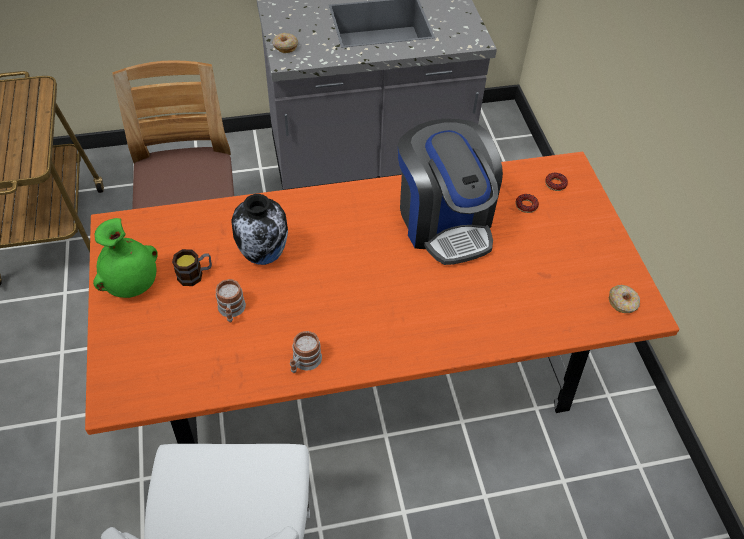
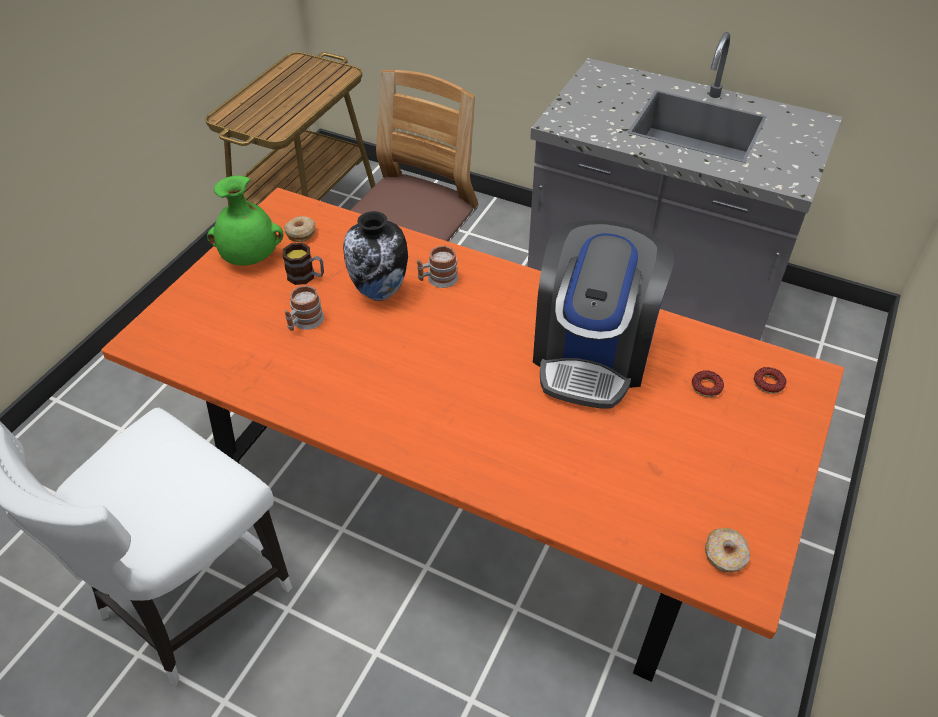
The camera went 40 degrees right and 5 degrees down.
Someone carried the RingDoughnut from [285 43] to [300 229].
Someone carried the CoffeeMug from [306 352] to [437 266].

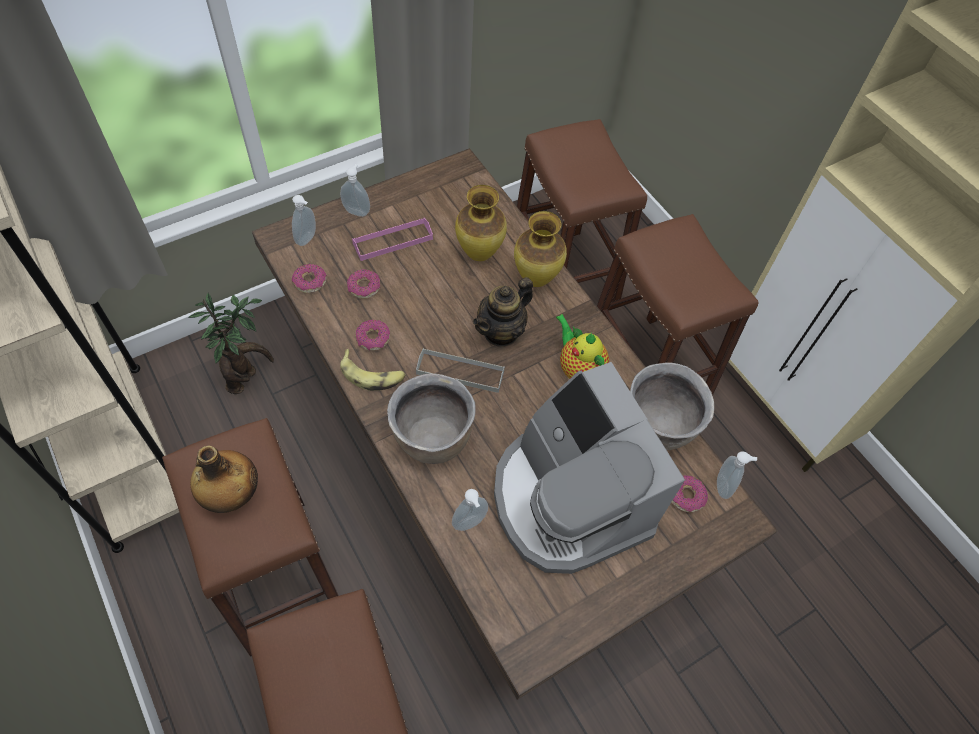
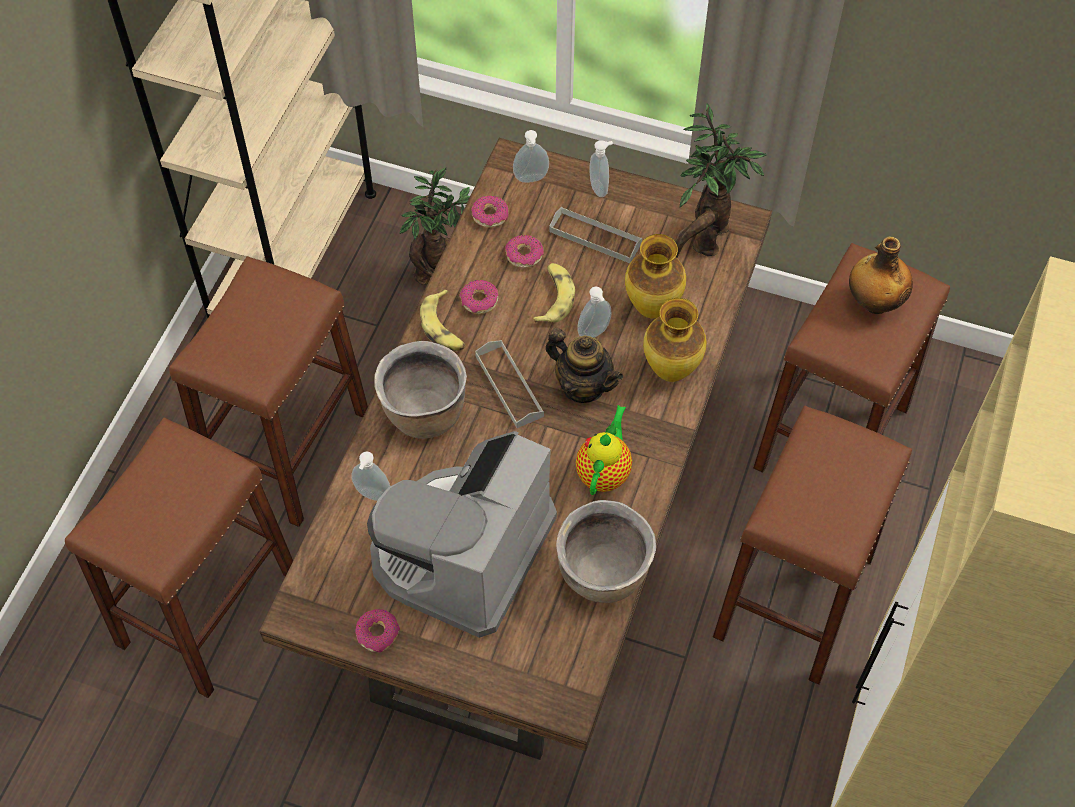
The camera went 55 degrees right and 0 degrees up.
Someone repainted the PinkishTray at [392 239], which became the GreyTray at [595 235].
Someone rotated the TeaPot at [503 312] by 150 degrees counterclockwise.
Someone carried the DrinkBottle from [224 479] to [881 275].
Someone carried the SoapBottle from [737 475] to [594 312].
Someone carried the RingDoughnut from [690 493] to [377 631].
Someone put down the PlantInAPot at [721 180].
Someone put down the Banana at [553 293].

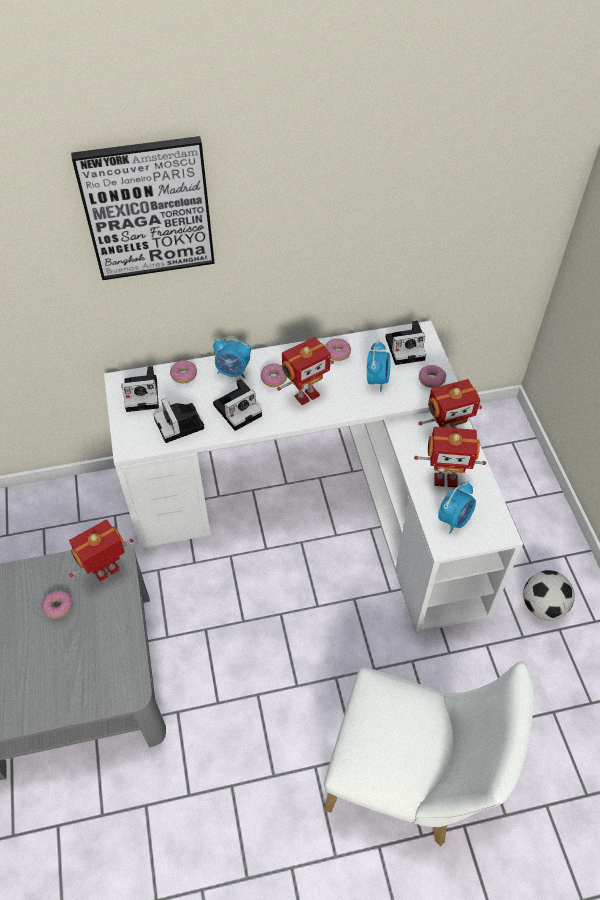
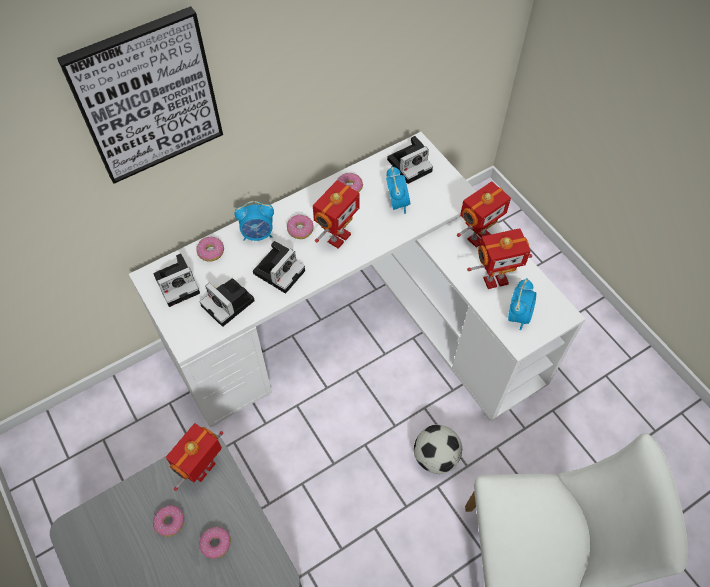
The camera went 20 degrees left and 5 degrees up.
Someone carried the RingDoughnut from [432 376] to [215 542].
Someone carried the FootballBall from [549 595] to [438 449].

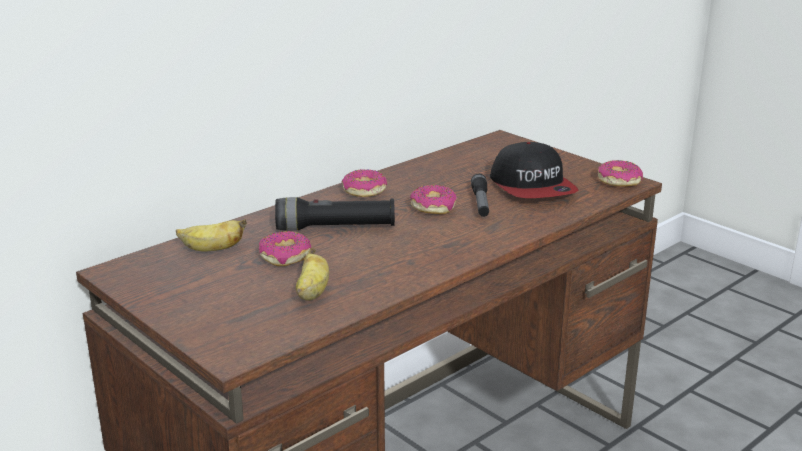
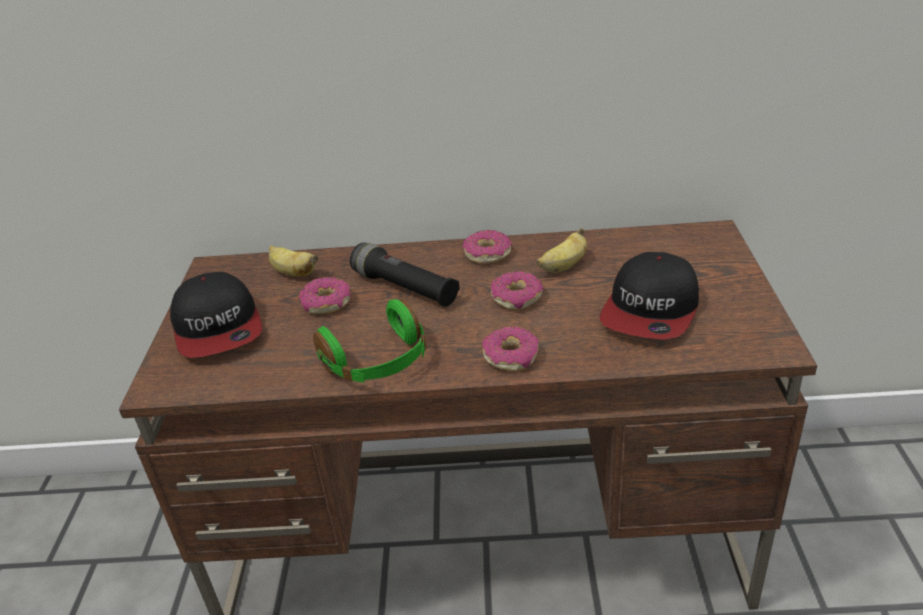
The camera went 45 degrees right and 10 degrees up.
Someone carried the RingDoughnut from [620 173] to [510 349].
Someone took away the Torch at [480 195].
Someone carried the Banana from [312 274] to [561 250].
Someone put down the BaseballCap at [216 315].
Someone put down the GreenHeadset at [369 341].

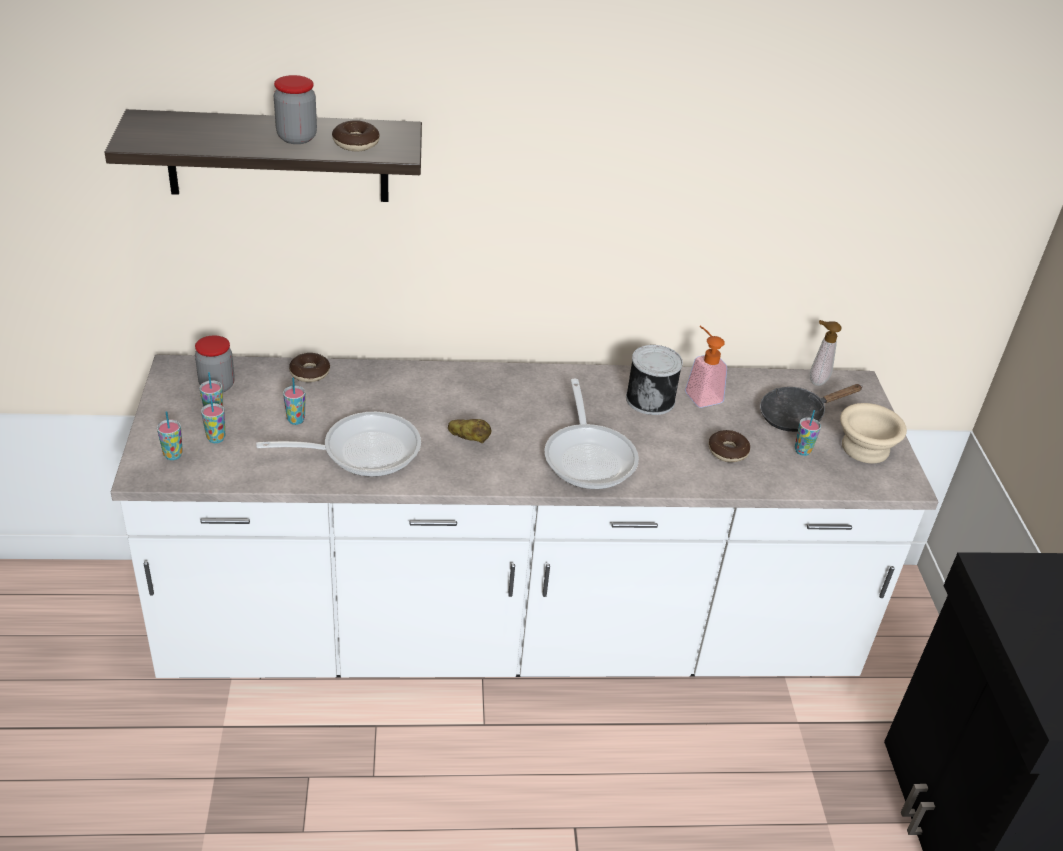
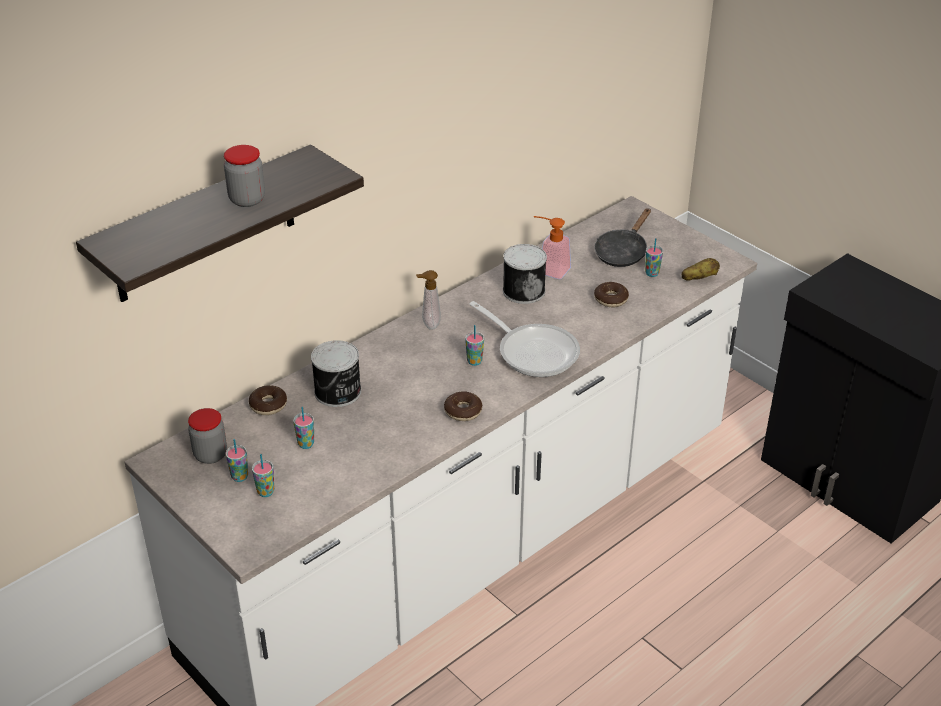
The camera went 35 degrees left and 0 degrees up.
Someone carried the RingDoughnut from [356 136] to [463 406].
Someone carried the SoapBottle from [826 353] to [428 300].
Someone took away the BeigeBowl at [873 433].
Someone carried the SmallCup from [170 435] to [474 345].
Someone took away the Skillet at [338 444].
Someone carried the Spud from [470 431] to [700 269].
Someone put down the MetalCan at [336 373].

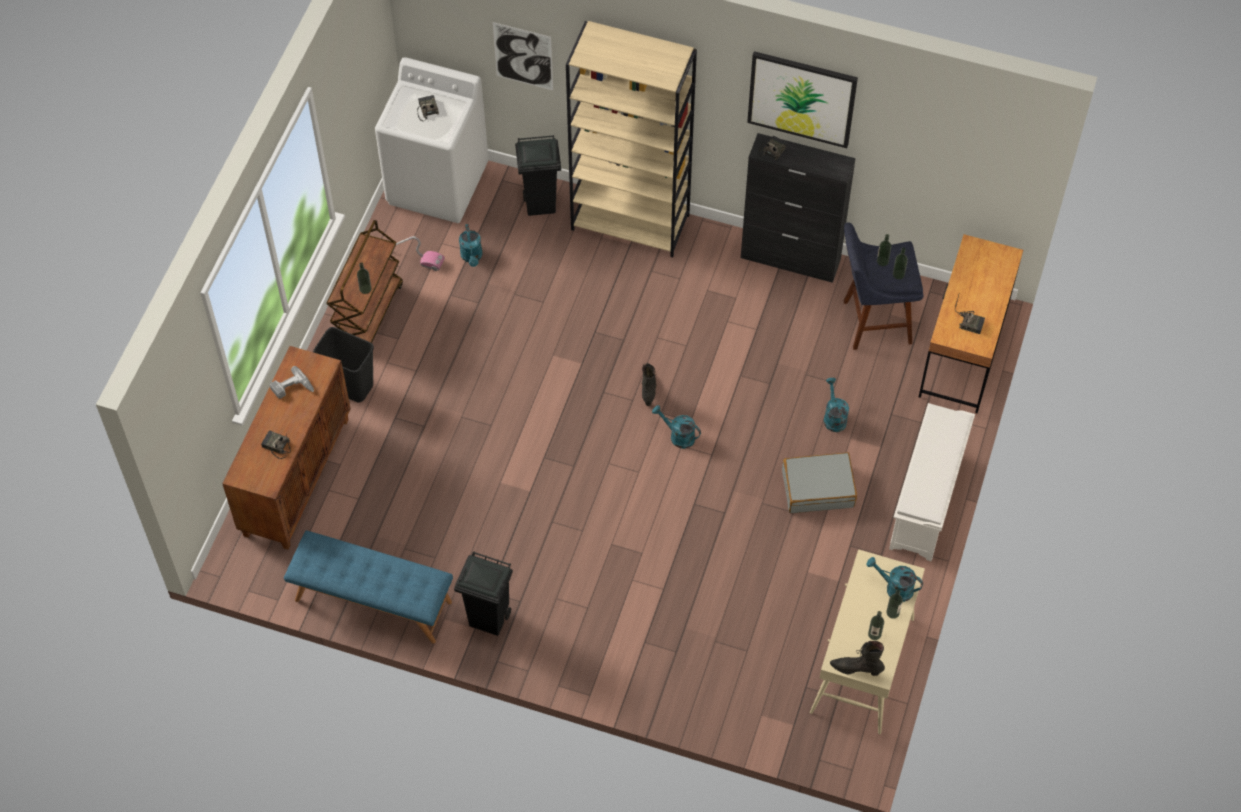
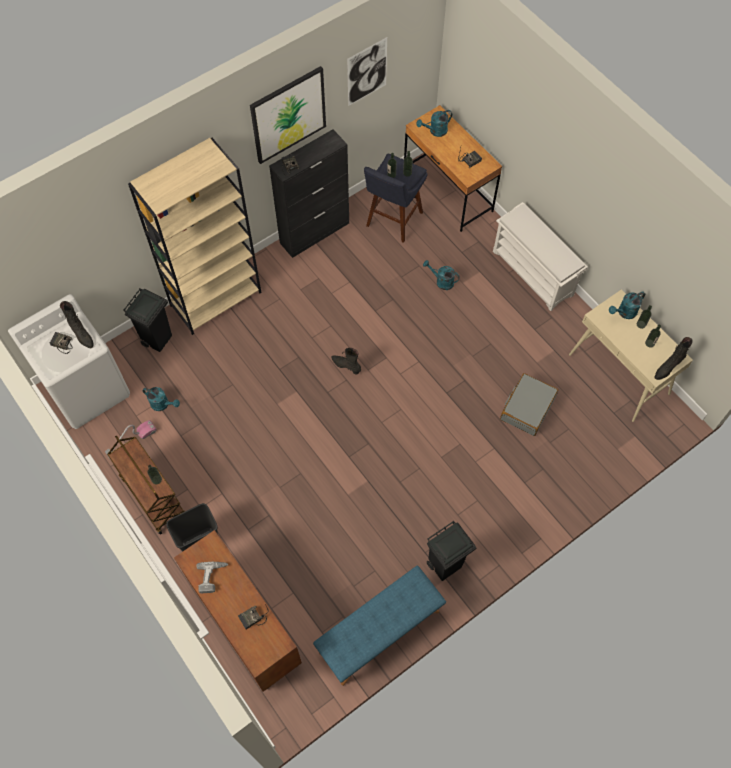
The camera went 55 degrees left and 5 degrees up.
Someone carried the WallArt from [523 56] to [367 71].
Someone carried the BlueGreenWateringPot from [676 427] to [434 123].
Someone carried the GreyTravelCase from [819 482] to [529 404].
Someone put down the BlackHighTopBoot at [77 324].

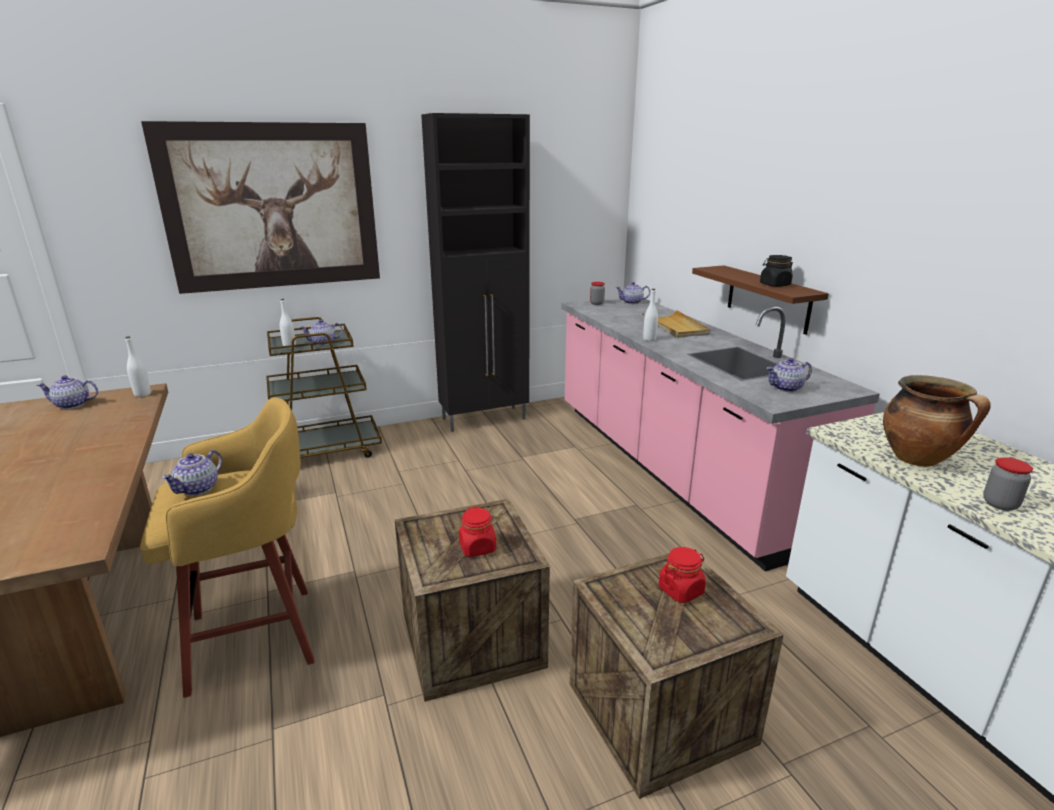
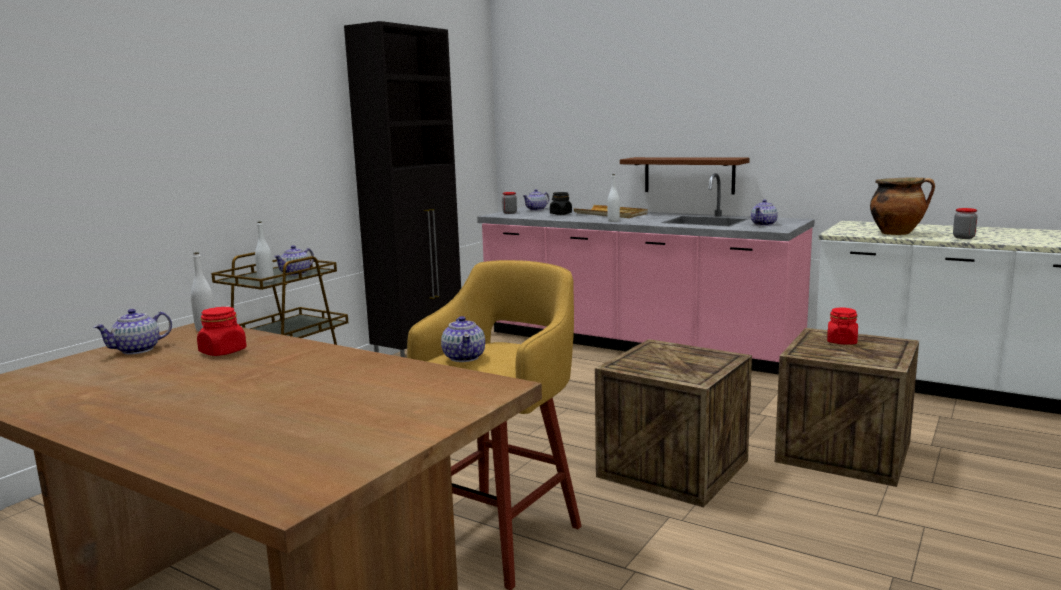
The camera went 35 degrees left and 10 degrees down.
Someone took away the WallArt at [260 207].
Someone carried the BlackPreserveJar from [776 271] to [561 203].
Someone carried the RedColouredPreserveJar from [477 532] to [222 331].

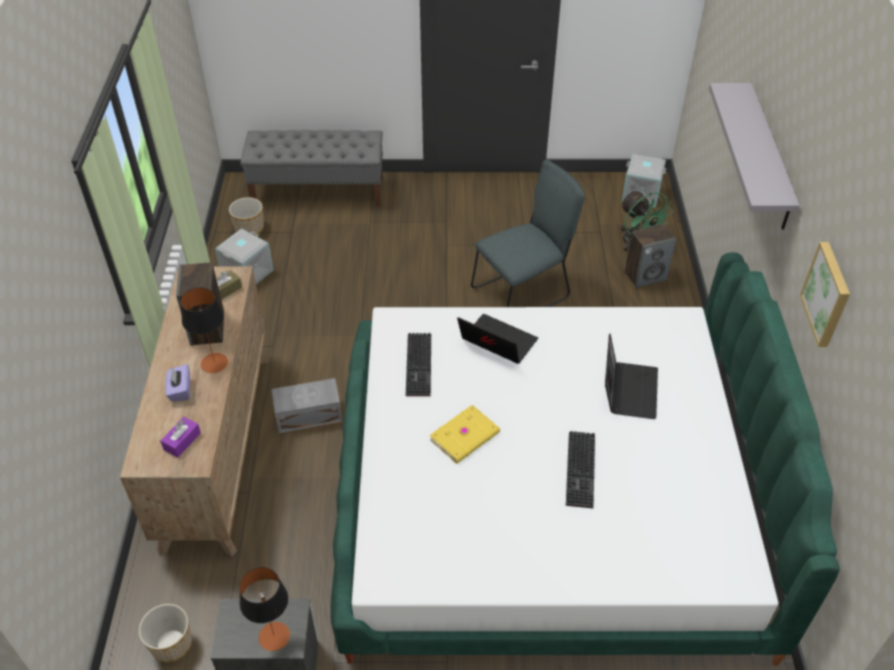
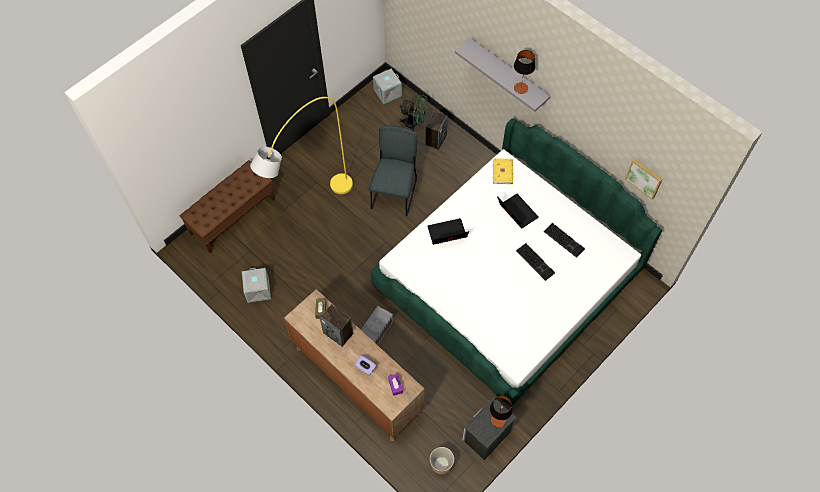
The camera went 45 degrees left and 15 degrees up.
Someone repainted the GreyIndoorBench at [311 168], which became the BrownColouredIndoorBench at [227 207].
Someone took away the FlowerPot at [246 216].
Someone carried the WallArt from [825 294] to [644 179].
Someone carried the TableLamp from [204 330] to [525 72].
Someone carried the ComputerKeyboard from [418 364] to [564 240].
Someone carried the YellowBoundBook from [465 434] to [503 171].
Someone put down the YellowStandardLamp at [301 145].

